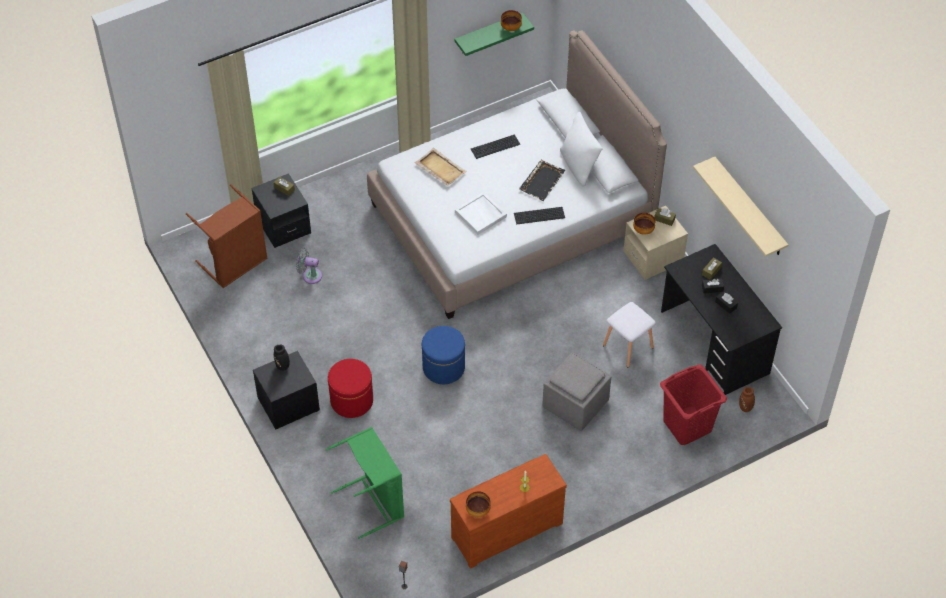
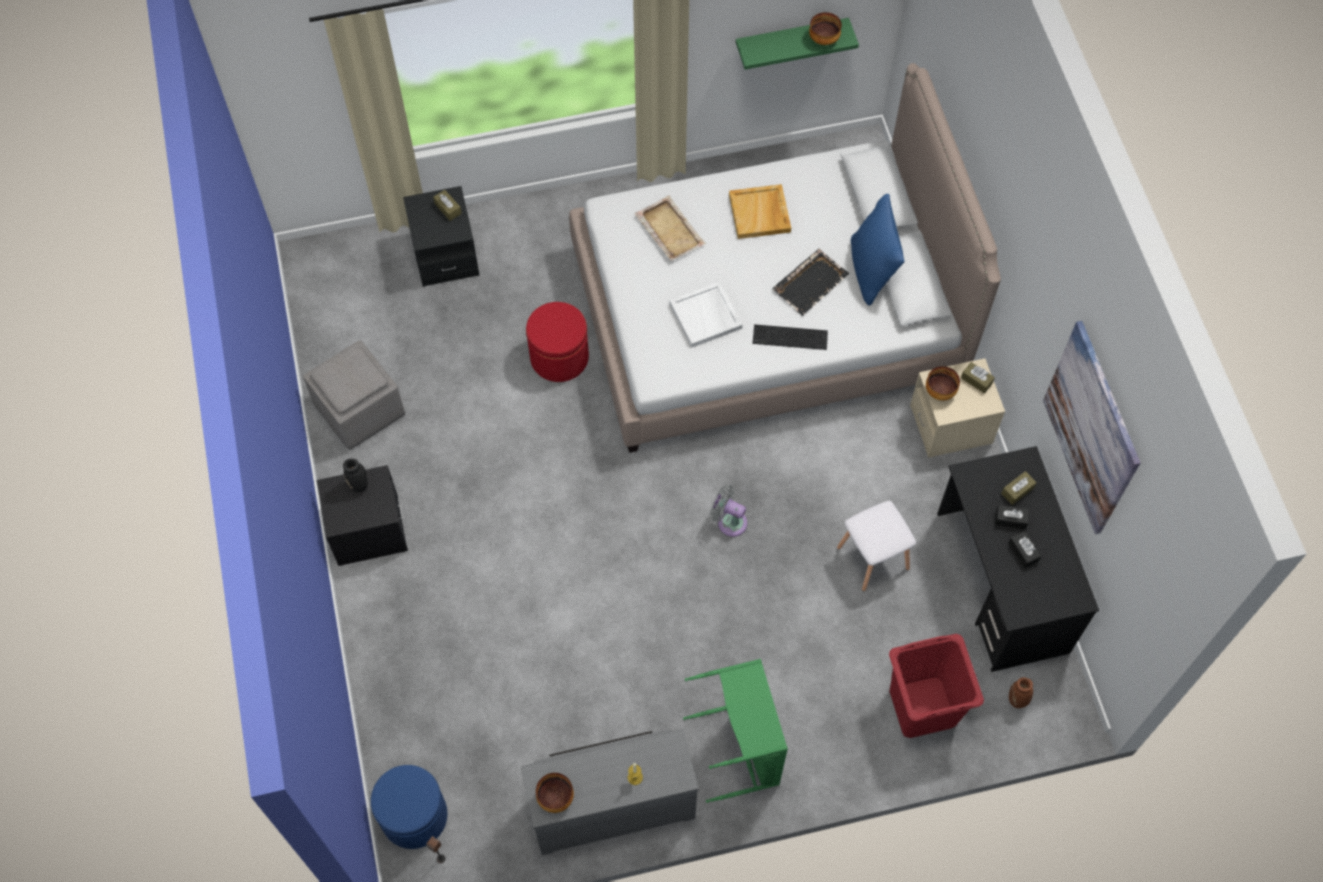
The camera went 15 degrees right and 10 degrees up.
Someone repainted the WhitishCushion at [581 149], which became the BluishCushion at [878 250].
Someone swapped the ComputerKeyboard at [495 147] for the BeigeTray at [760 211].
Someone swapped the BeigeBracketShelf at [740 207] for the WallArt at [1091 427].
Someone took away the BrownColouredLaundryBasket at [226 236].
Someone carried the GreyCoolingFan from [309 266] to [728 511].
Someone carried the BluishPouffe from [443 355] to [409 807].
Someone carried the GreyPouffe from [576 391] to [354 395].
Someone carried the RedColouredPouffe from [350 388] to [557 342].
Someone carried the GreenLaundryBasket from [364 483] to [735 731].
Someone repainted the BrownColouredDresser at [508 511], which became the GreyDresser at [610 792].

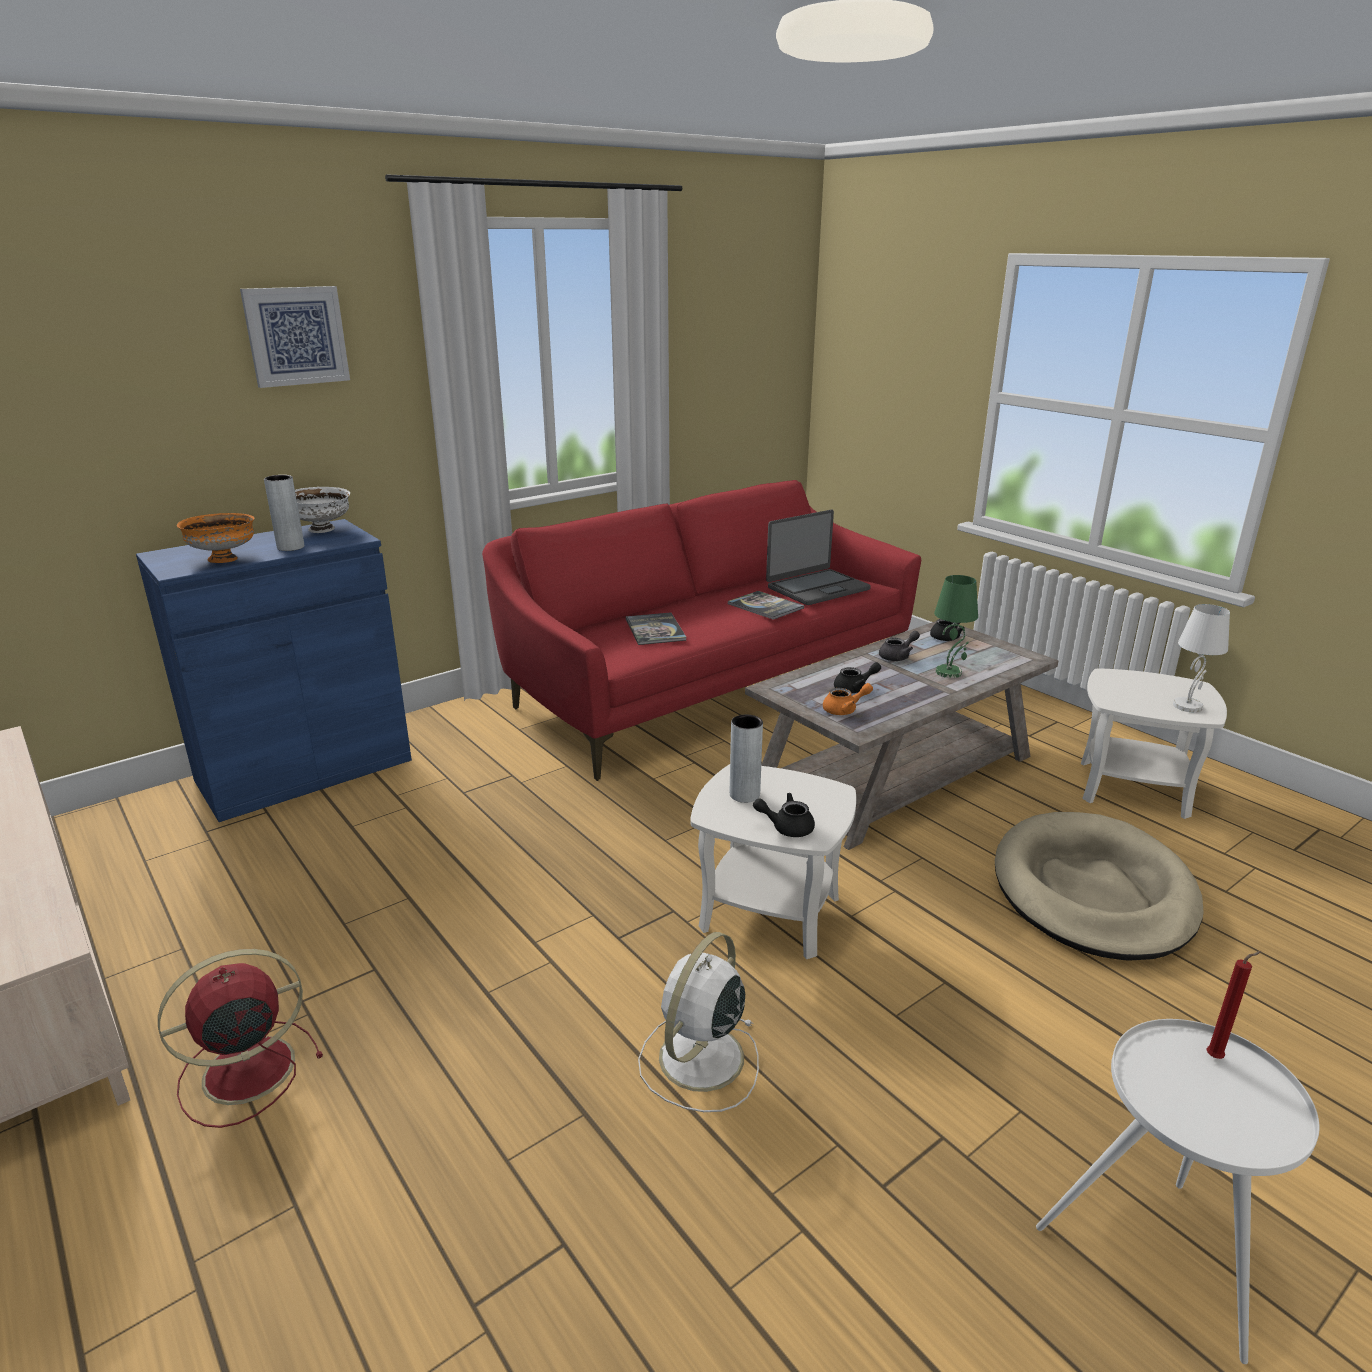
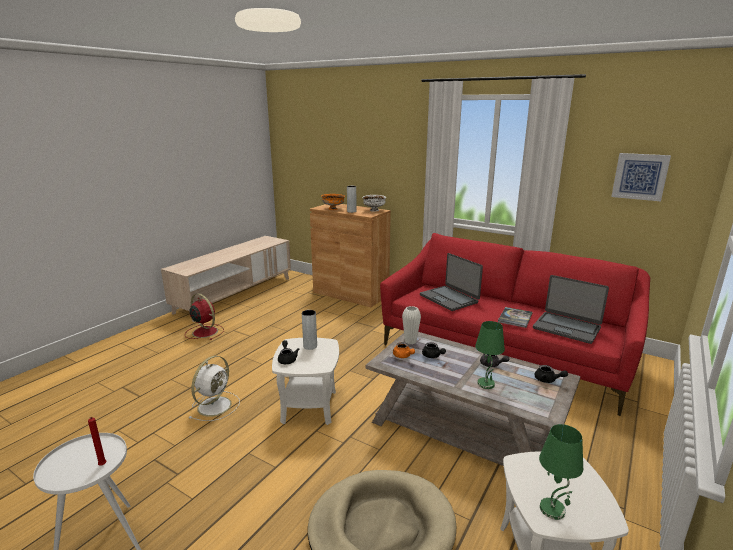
The camera went 70 degrees right and 5 degrees down.
Someone carried the WallArt from [295 337] to [641 177].
Someone repainted the BluishCabinet at [274 670], which became the BrownColouredCabinet at [350 255].
Someone repainted the WhitishTableLamp at [1201 658], which became the GreenTableLamp at [561 472].
Someone swapped the BoundBook at [656 628] for the NotebookComputer at [451 282].
Someone rotated the WhitishCoolingFan at [698 1022] by 105 degrees clockwise.
Someone put down the WhitishDecorativeVase at [411 325].

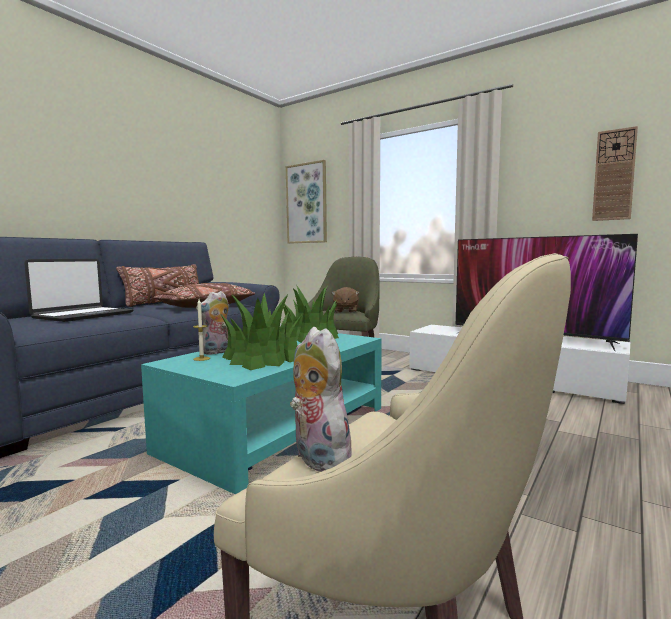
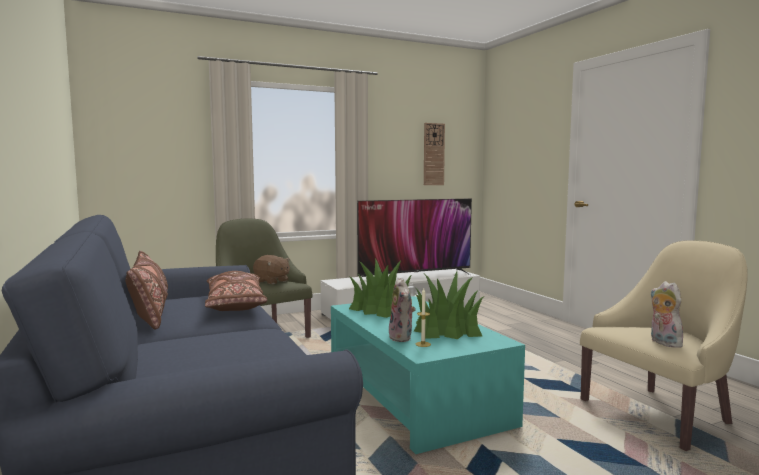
The camera went 60 degrees left and 0 degrees up.
Someone took away the WallArt at [306 202].
Someone took away the NotebookComputer at [78 290].
Someone rotated the CuddlyToy at [321 399] by 75 degrees clockwise.

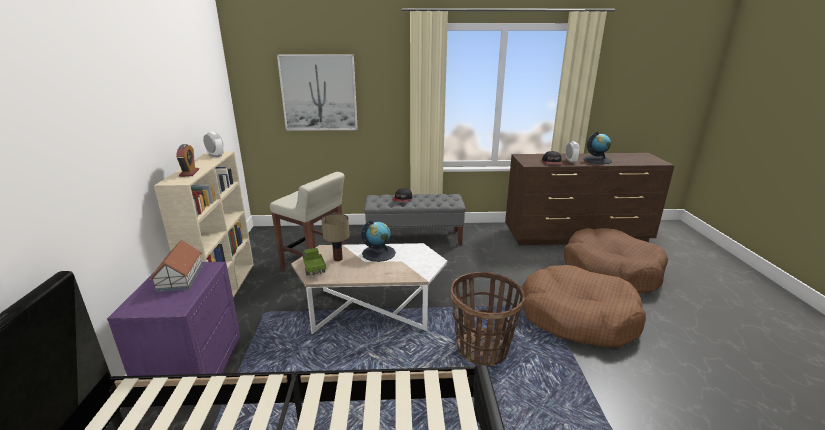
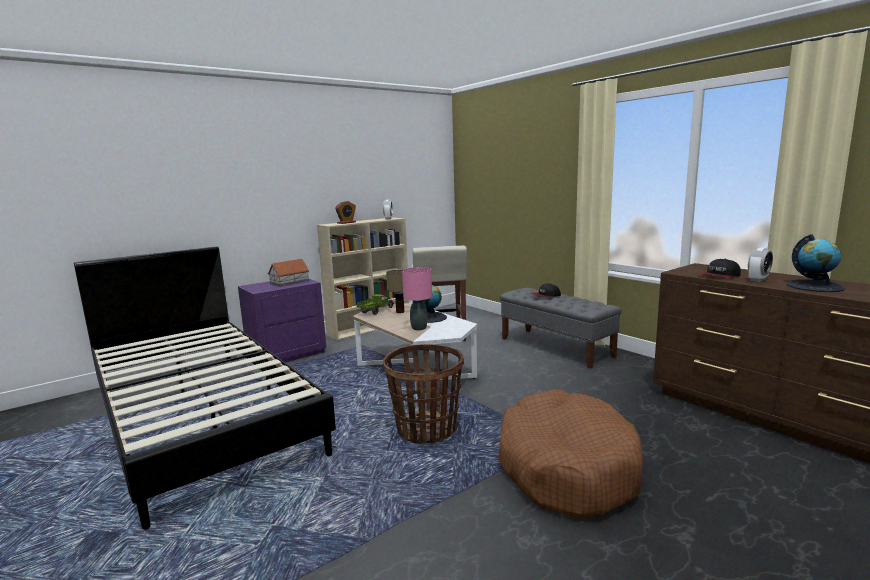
The camera went 55 degrees right and 10 degrees down.
Someone took away the WallArt at [317 92].
Someone took away the BrownColouredPetBed at [616 260].
Someone put down the PinkishTableLamp at [417 298].

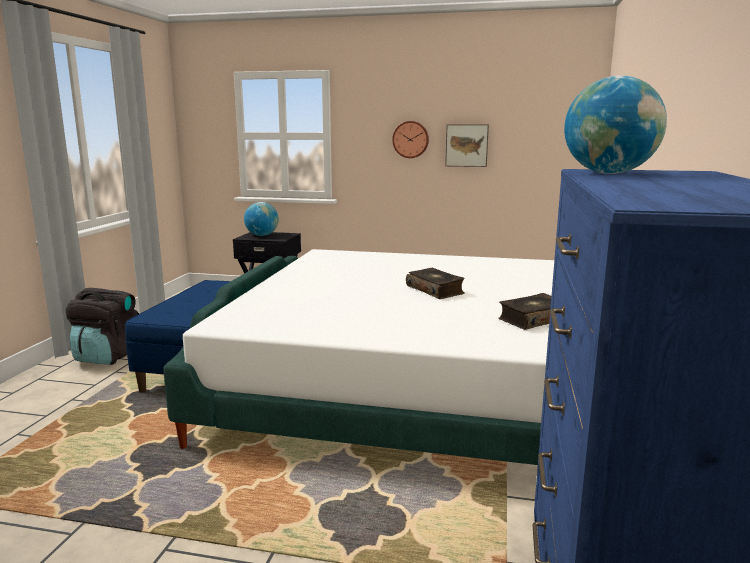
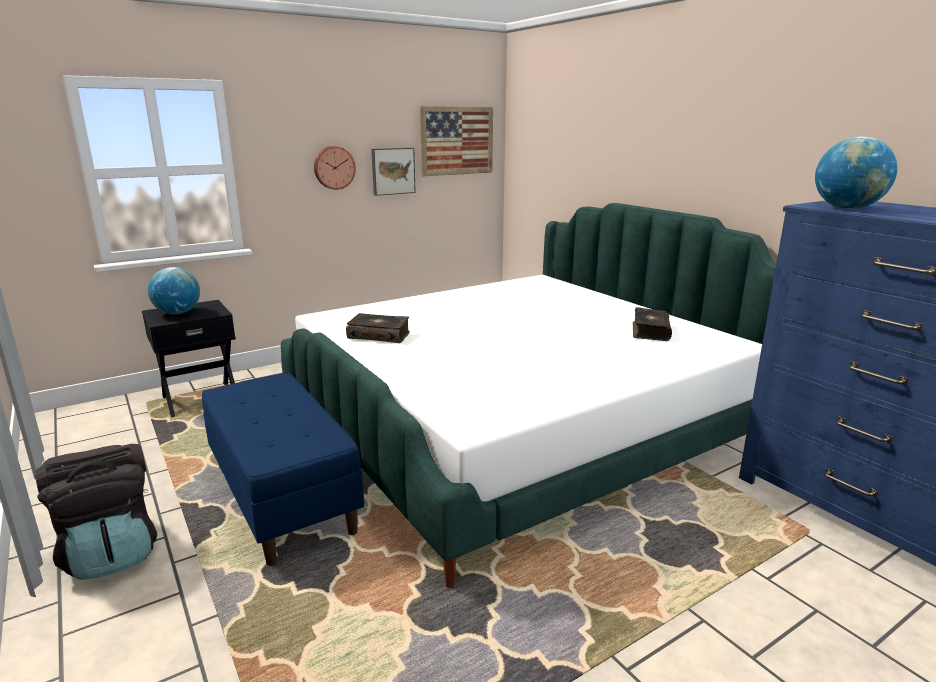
The camera went 45 degrees left and 5 degrees up.
Someone carried the BoundBook from [435 283] to [378 328].
Someone put up the WallArt at [456 141].

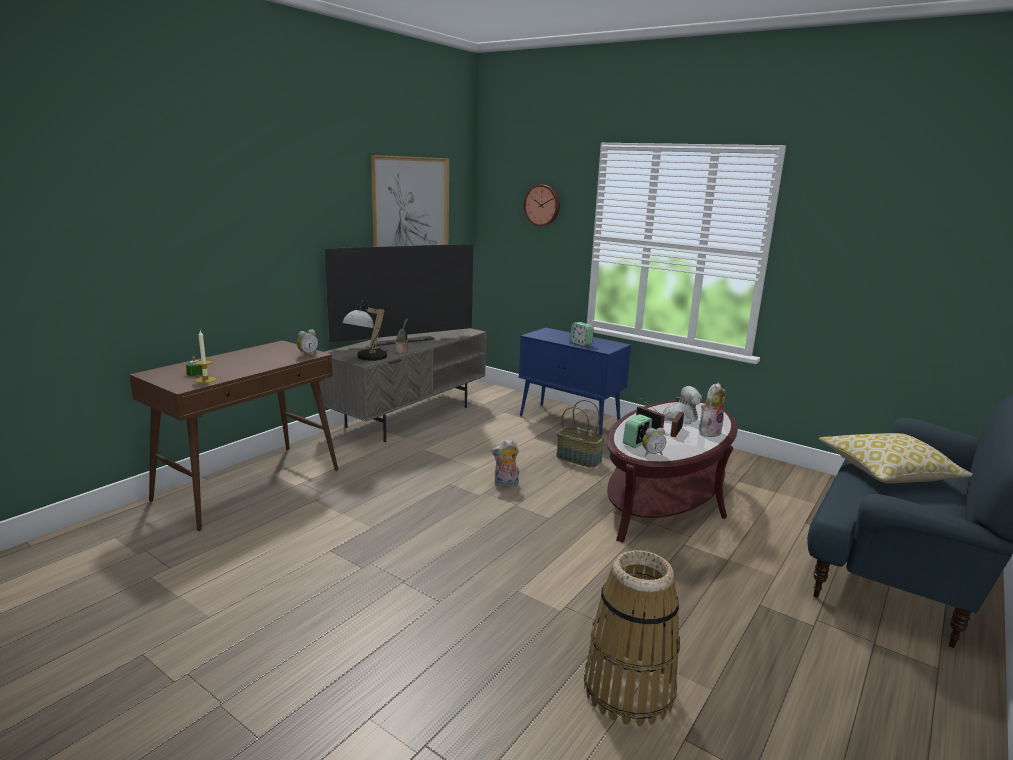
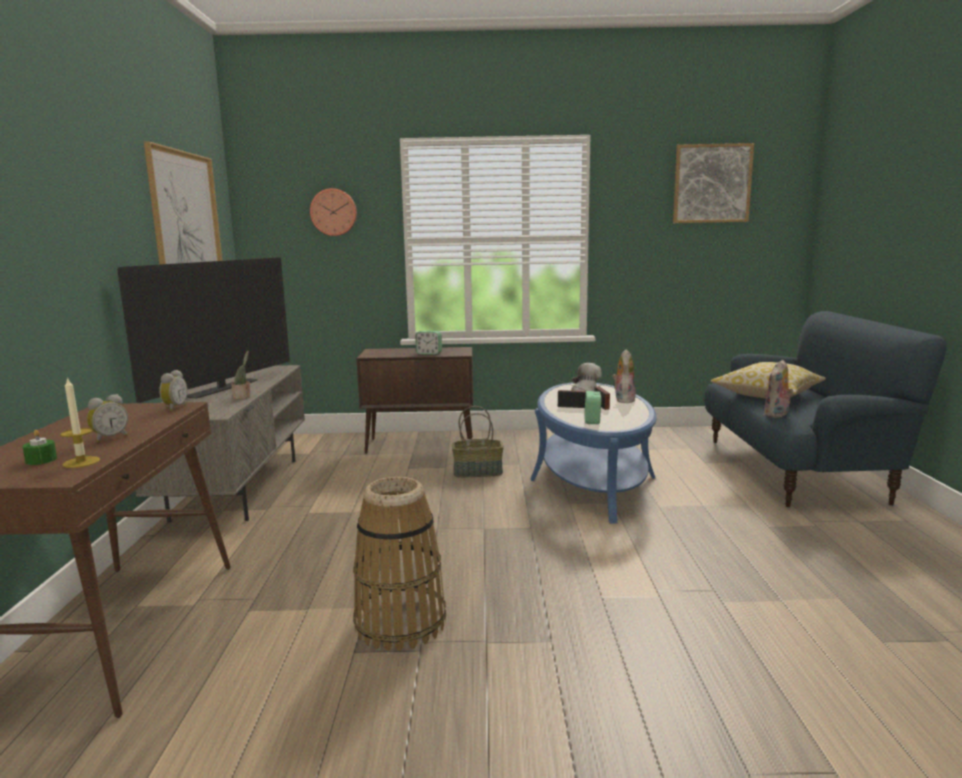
The camera went 35 degrees left and 5 degrees down.
Someone took away the TableLamp at [365 330].
Someone repainted the BluishCabinet at [575 381], which became the BrownColouredCabinet at [414 400].
Someone repainted the BrownColouredLoungeTable at [672 471], which became the BluishLoungeTable at [593 452].
Someone carried the AlarmClock from [654 442] to [107 418].
Someone carried the CuddlyToy from [505 463] to [778 389].
Someone carried the HouseholdBasket from [632 638] to [399 564].
Someone put up the WallArt at [713 183].

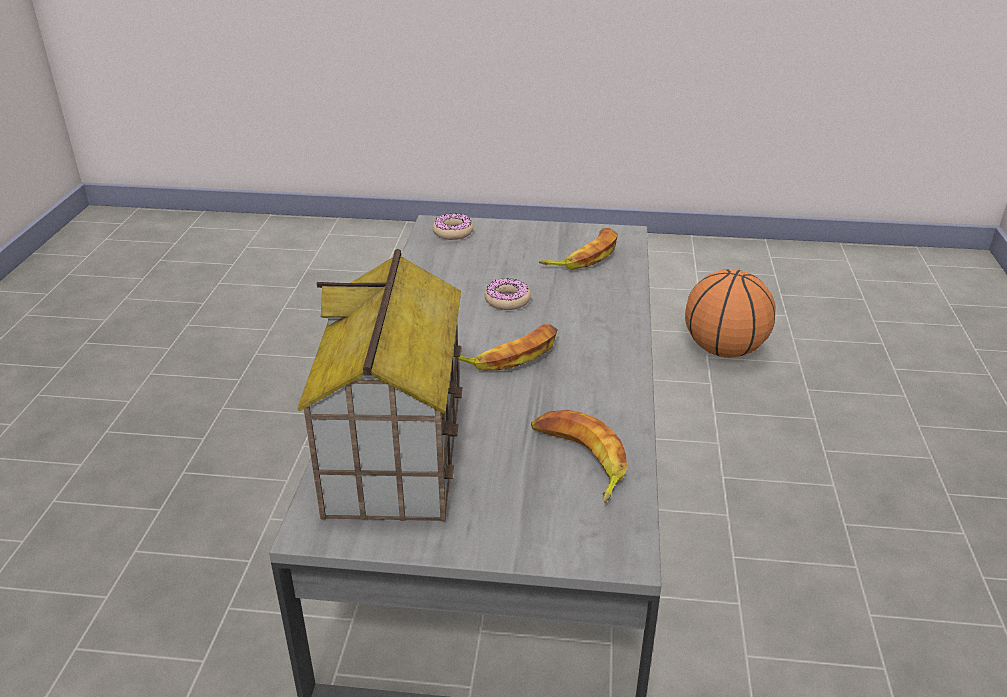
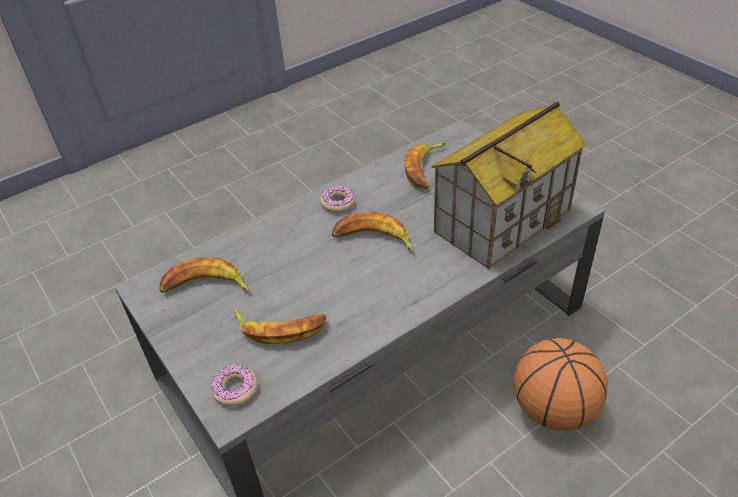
The camera went 130 degrees left and 10 degrees up.
Someone carried the Basketball from [730 313] to [560 384].
Someone carried the RingDoughnut from [507 294] to [337 199].
Someone put down the Banana at [279 326].

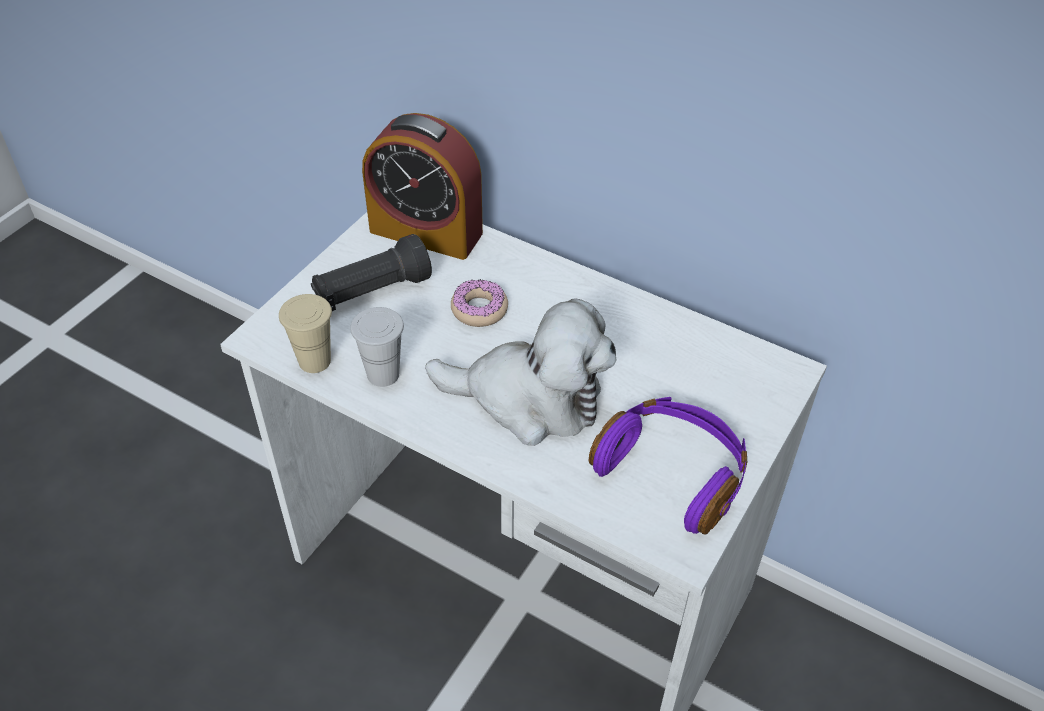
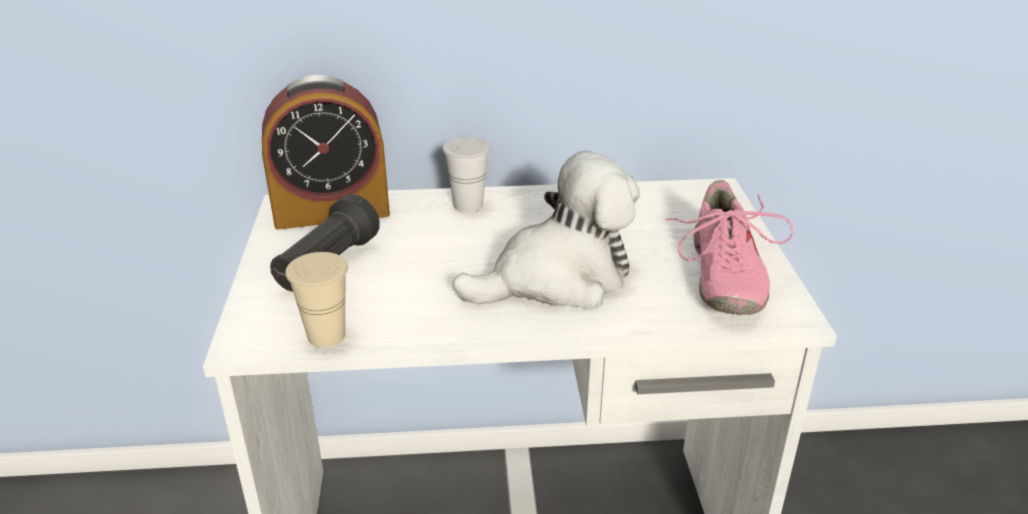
The camera went 35 degrees left and 15 degrees down.
Someone took away the RingDoughnut at [479 303].
Someone carried the WhitishSmallCup from [377 347] to [466 175].
Someone swapped the PurplishHeadset at [668 466] for the PinkishItemOfFootwear at [729 247].

